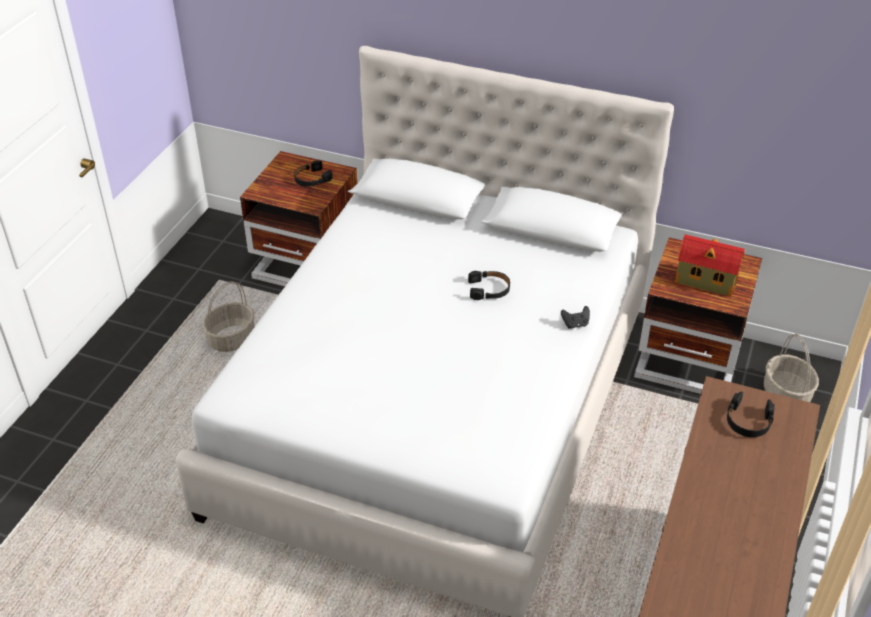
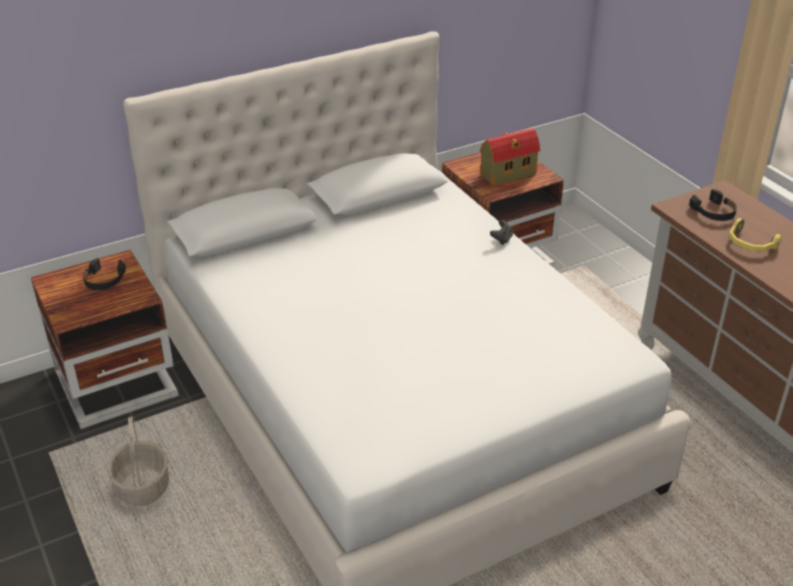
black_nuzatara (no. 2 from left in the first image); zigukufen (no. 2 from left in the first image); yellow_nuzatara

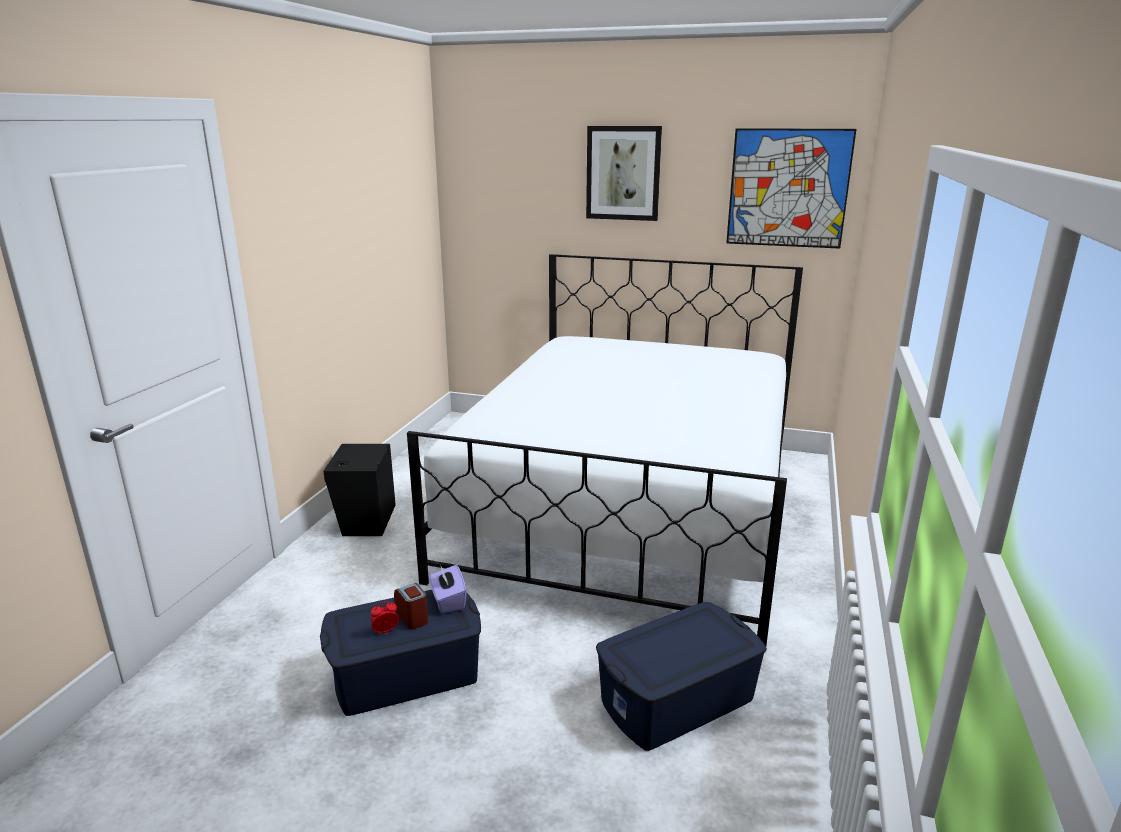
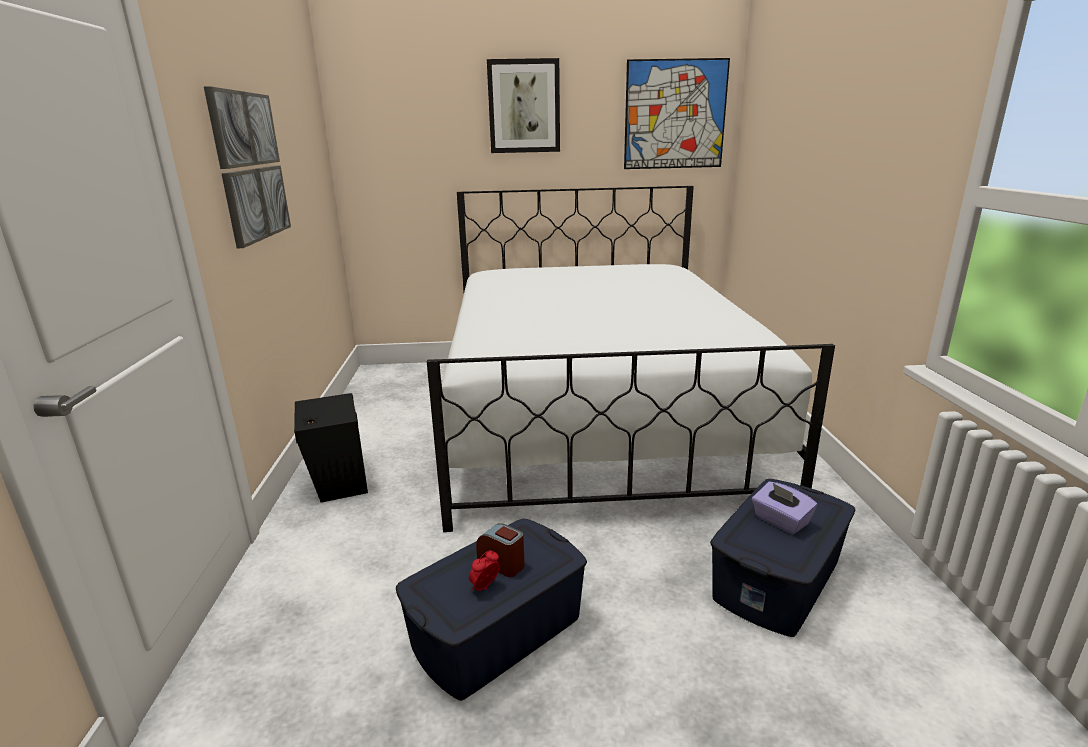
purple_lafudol; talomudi (no. 1 from left)

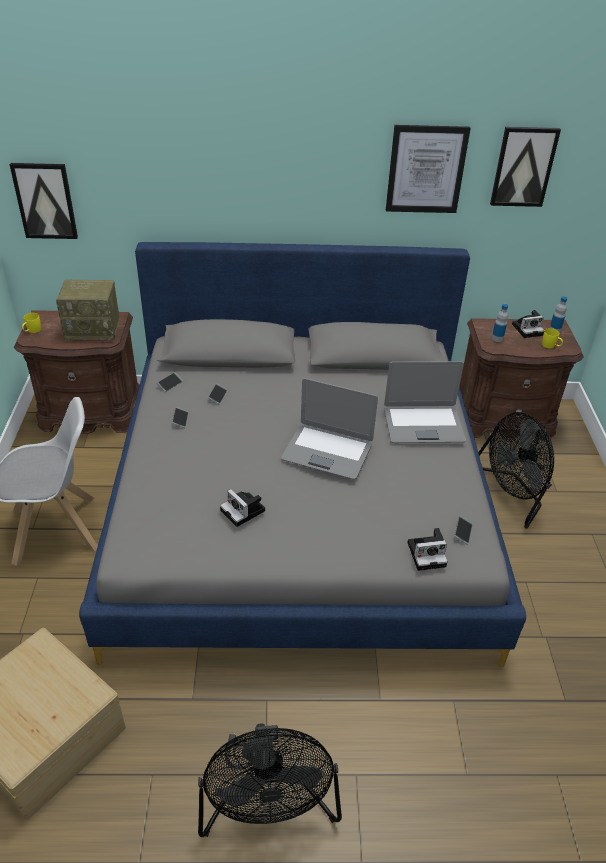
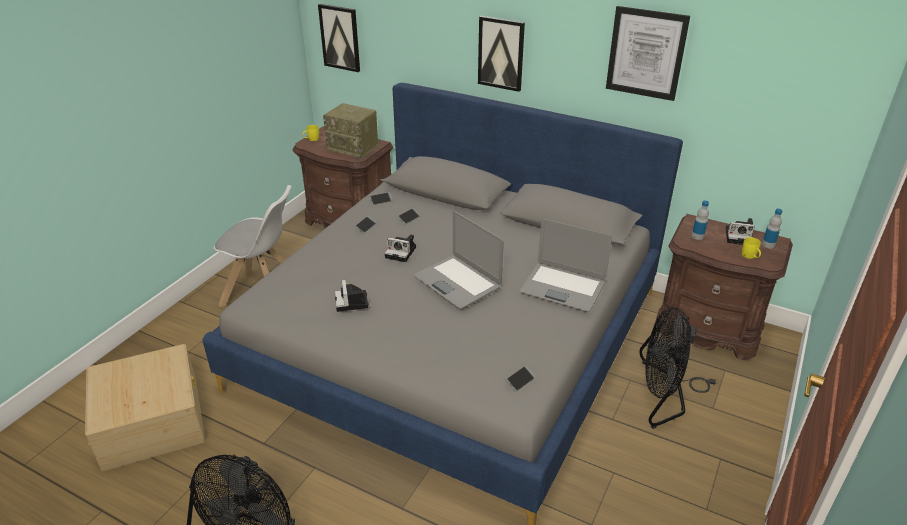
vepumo (no. 2 from left); talomudi (no. 2 from left)

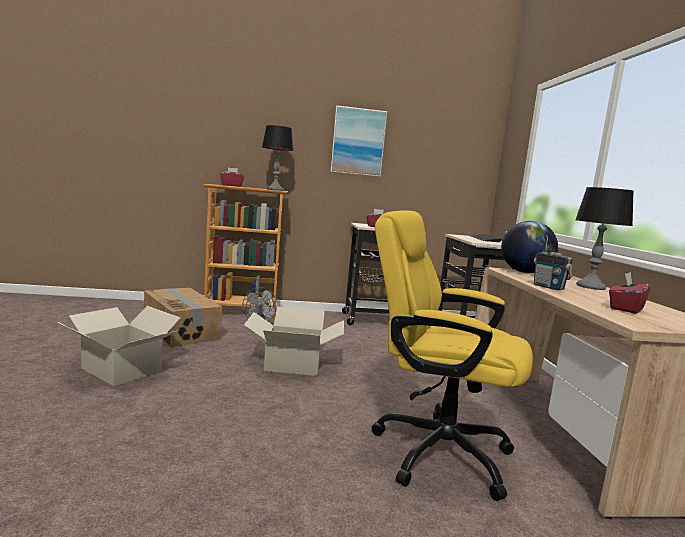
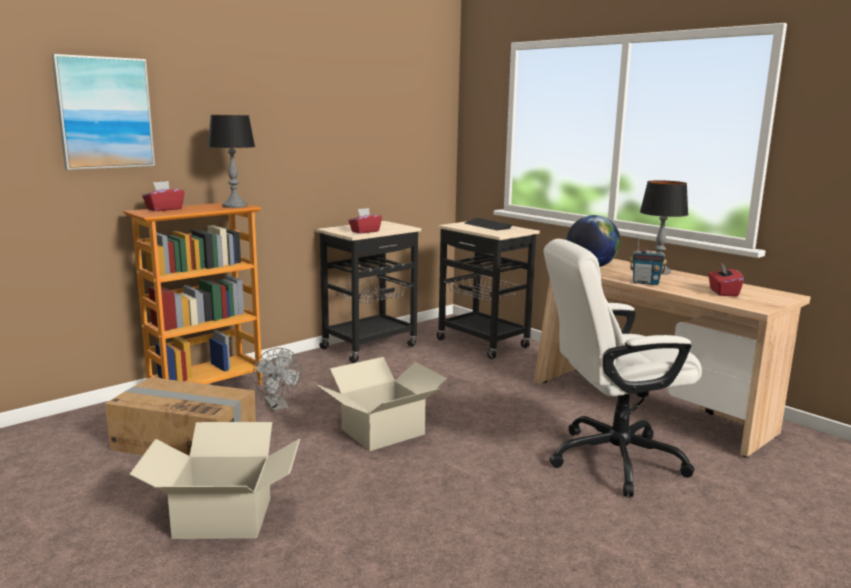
talomudi; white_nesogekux

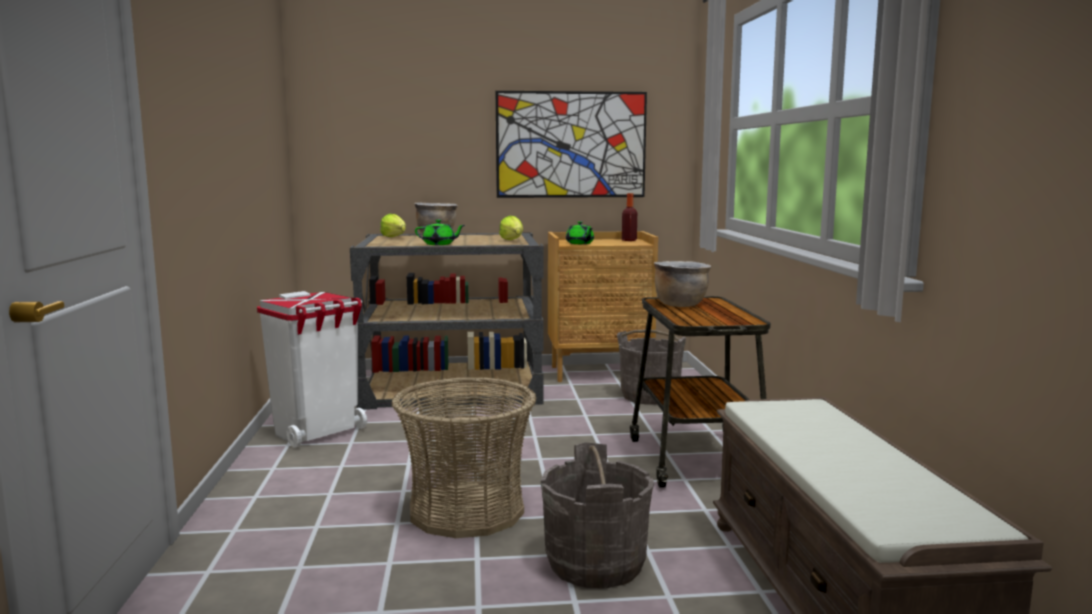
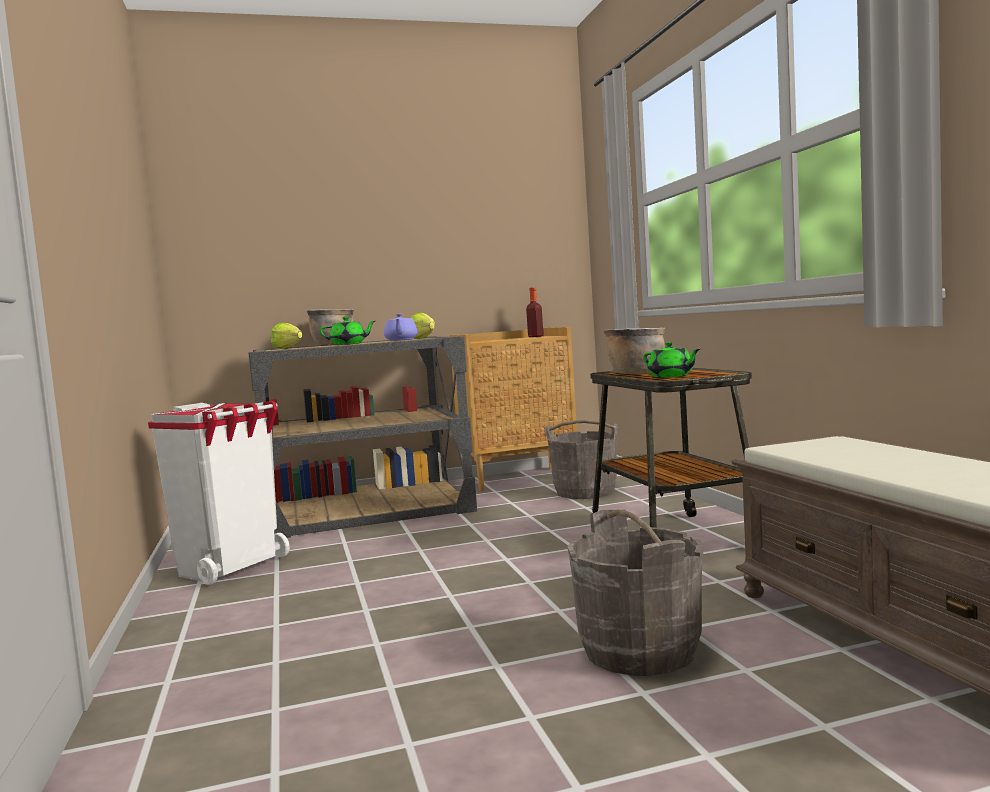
zigukufen; talomudi; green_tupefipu (no. 2 from left); purple_tupefipu

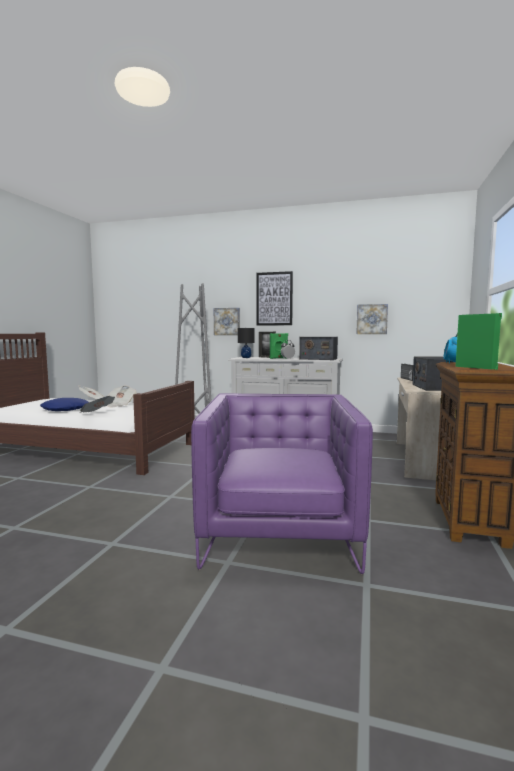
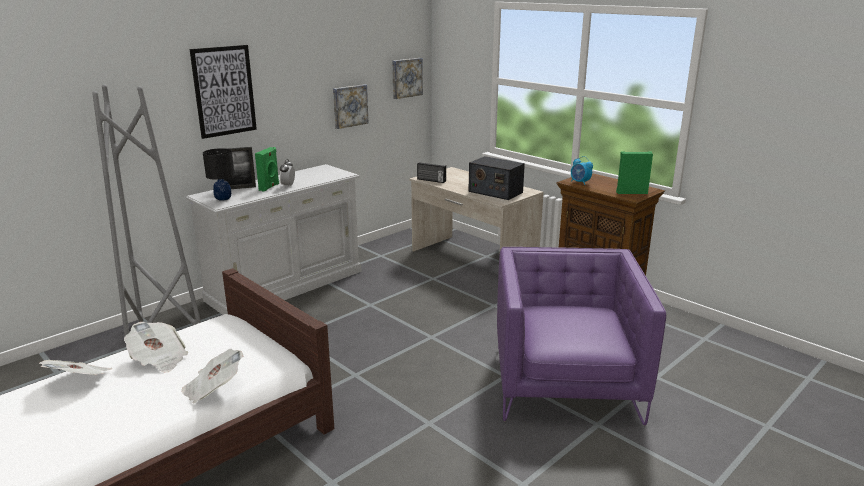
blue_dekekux; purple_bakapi; talomudi (no. 3 from left); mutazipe (no. 1 from left in the first image)

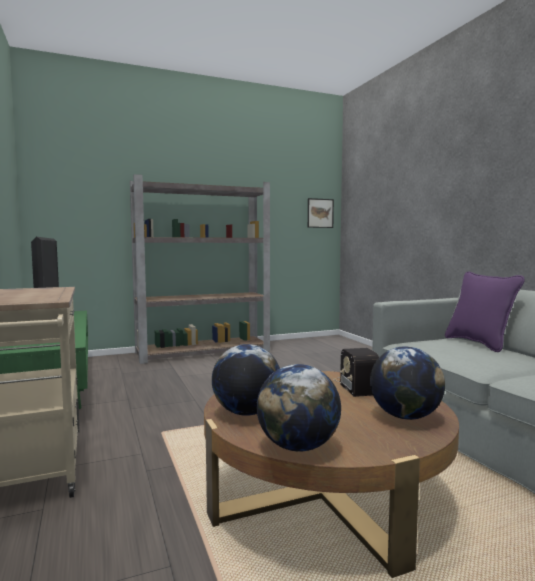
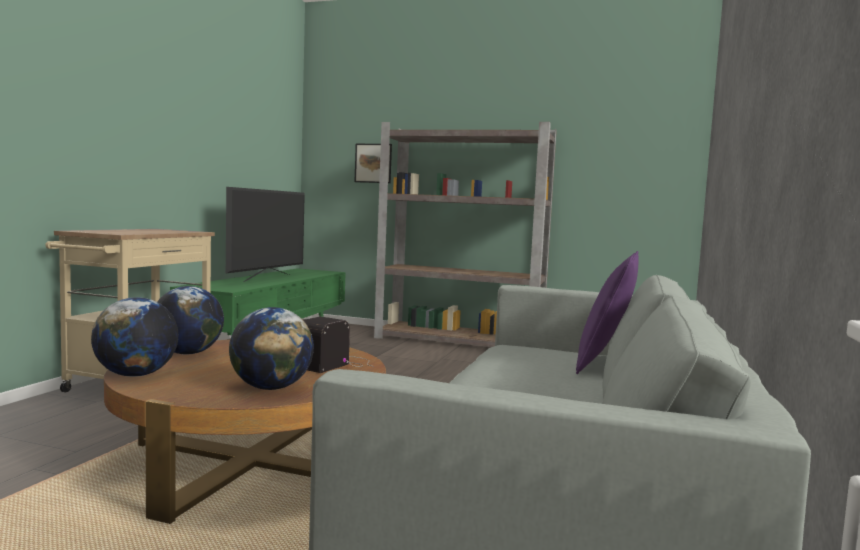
talomudi

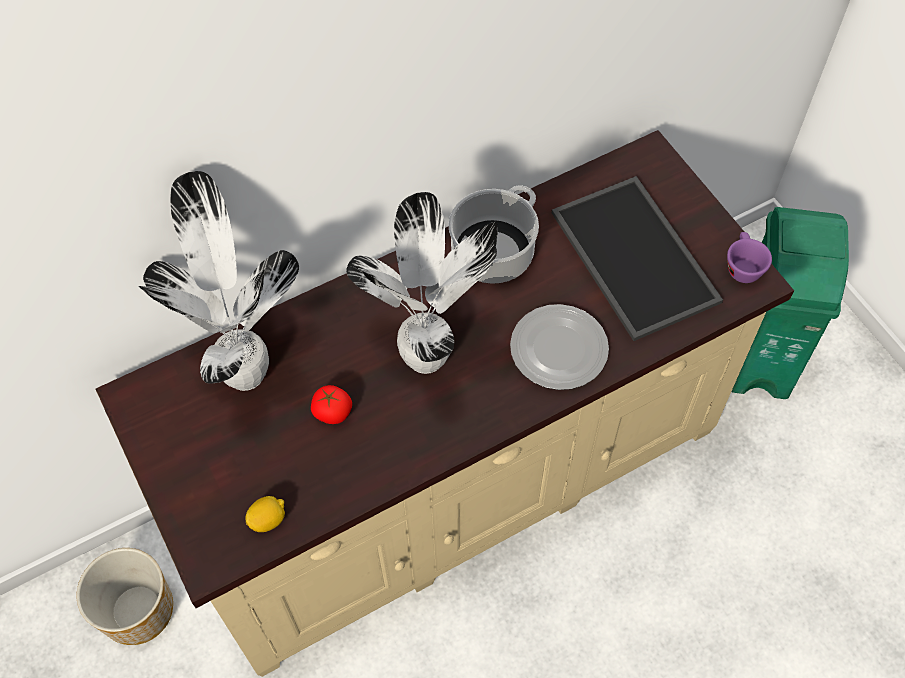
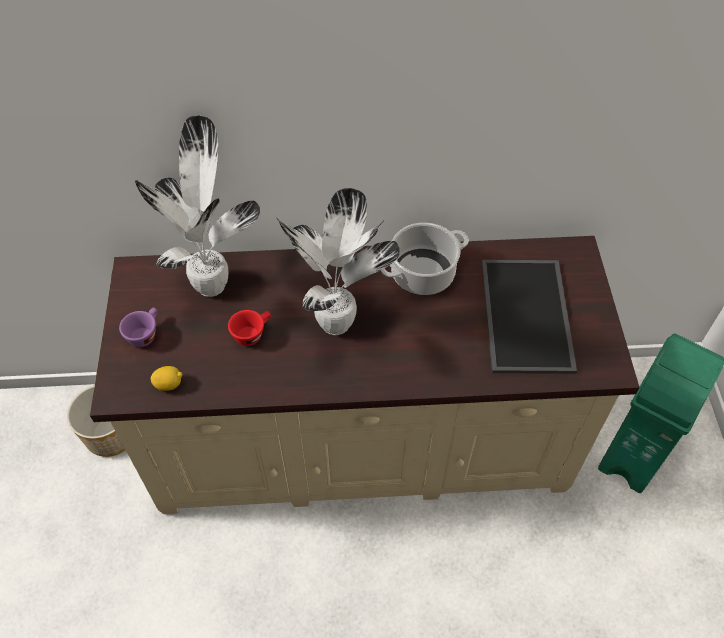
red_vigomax; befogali; purple_vigomax

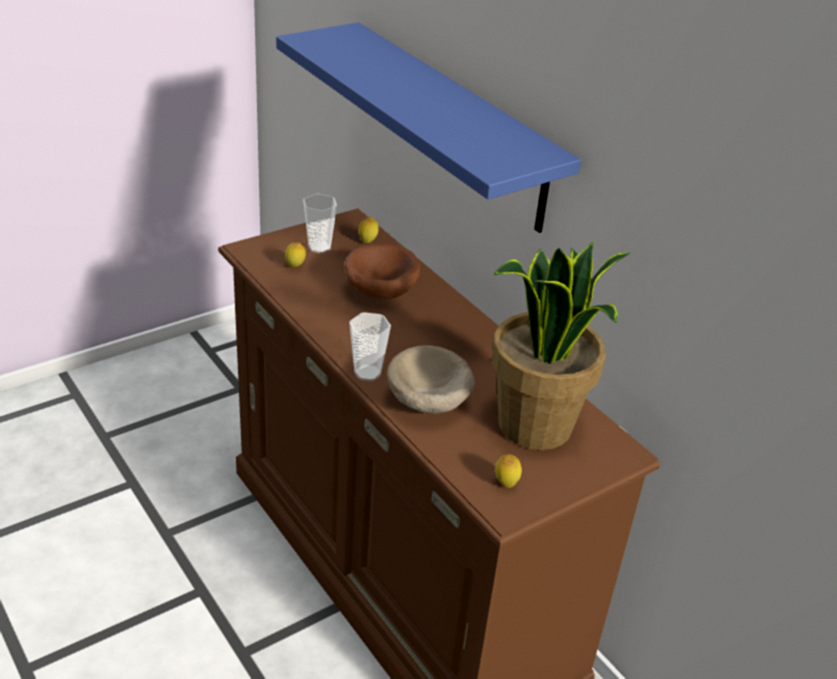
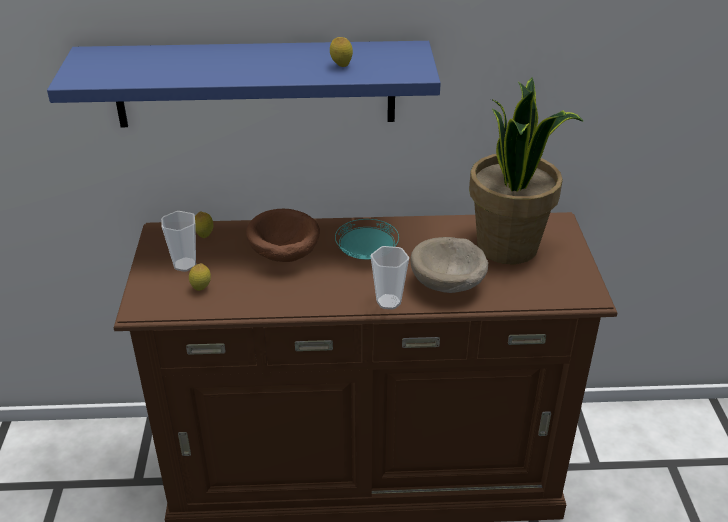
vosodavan (no. 3 from left); turquoise_befogali

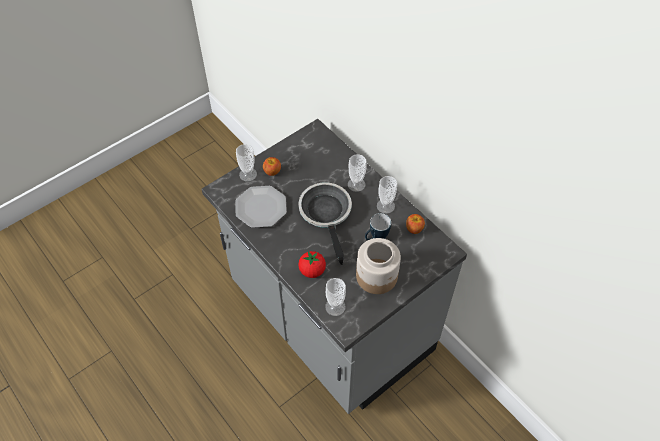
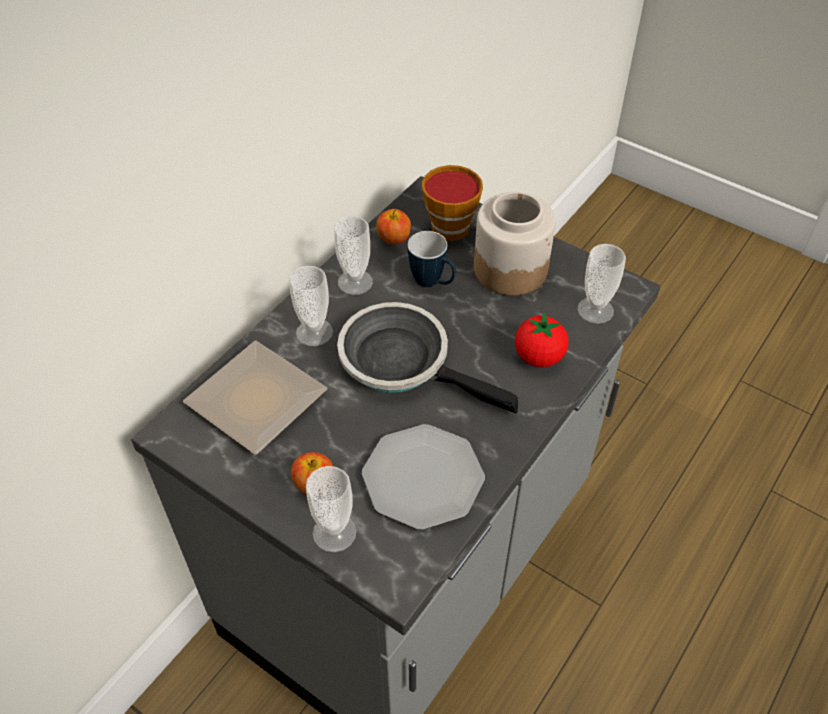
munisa; befogali (no. 1 from left); vigomax (no. 4 from left)

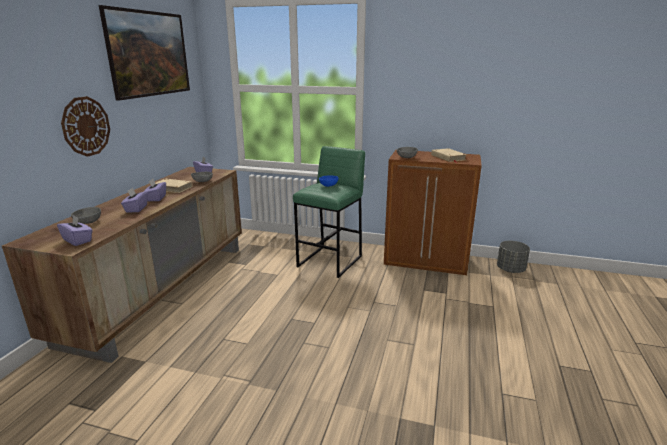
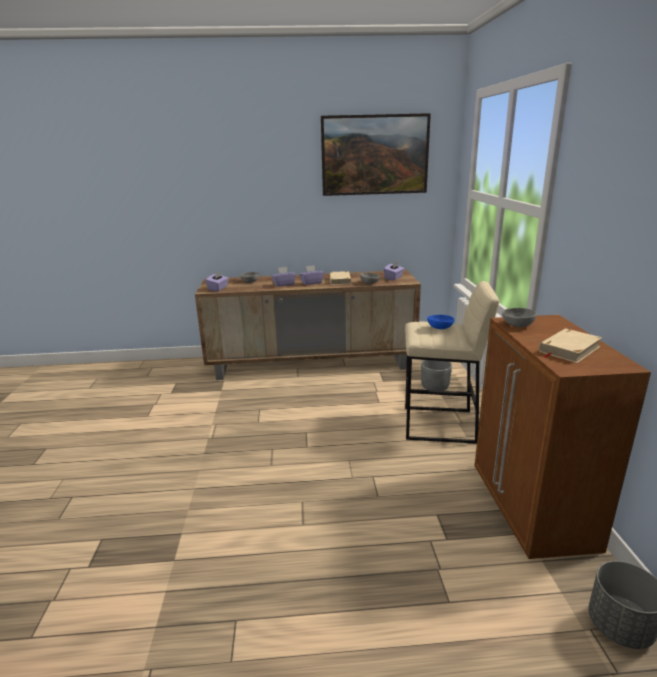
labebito; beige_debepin; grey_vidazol (no. 1 from left)

